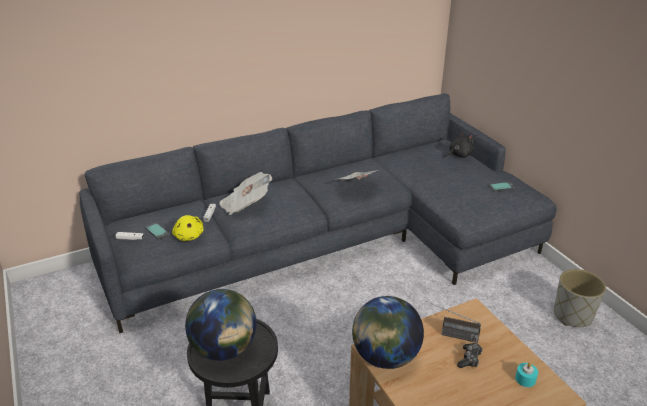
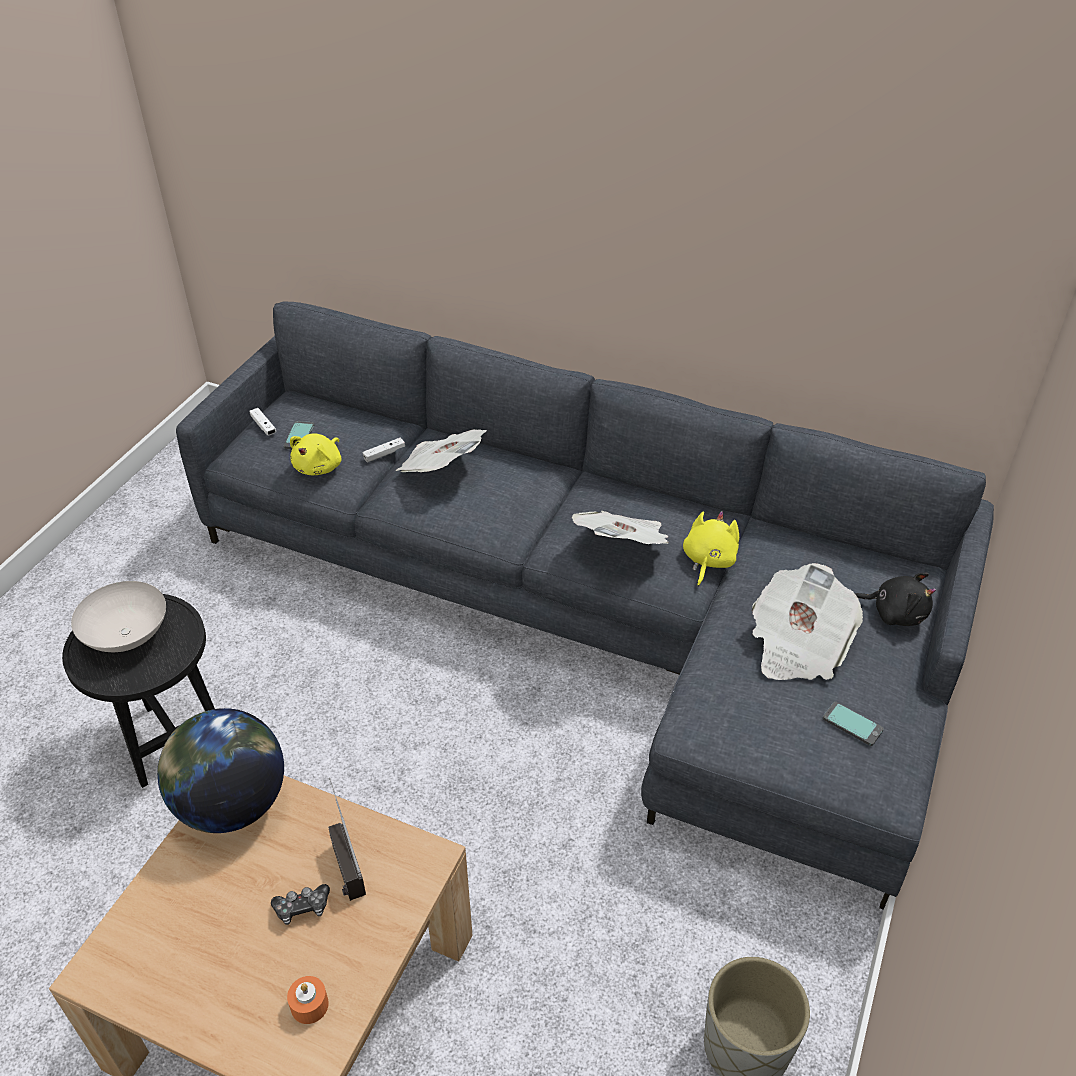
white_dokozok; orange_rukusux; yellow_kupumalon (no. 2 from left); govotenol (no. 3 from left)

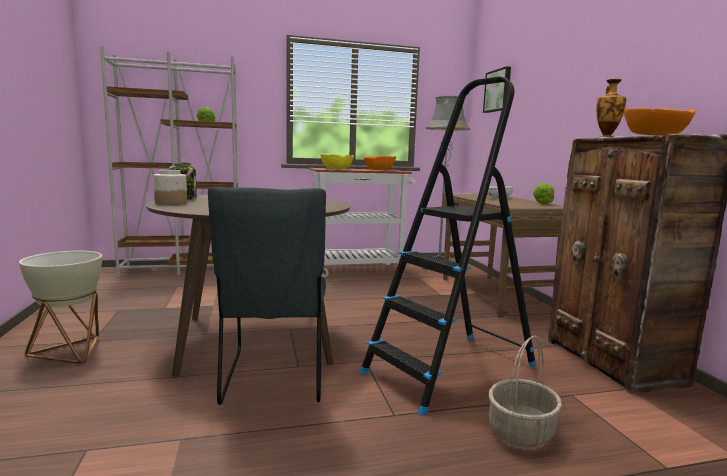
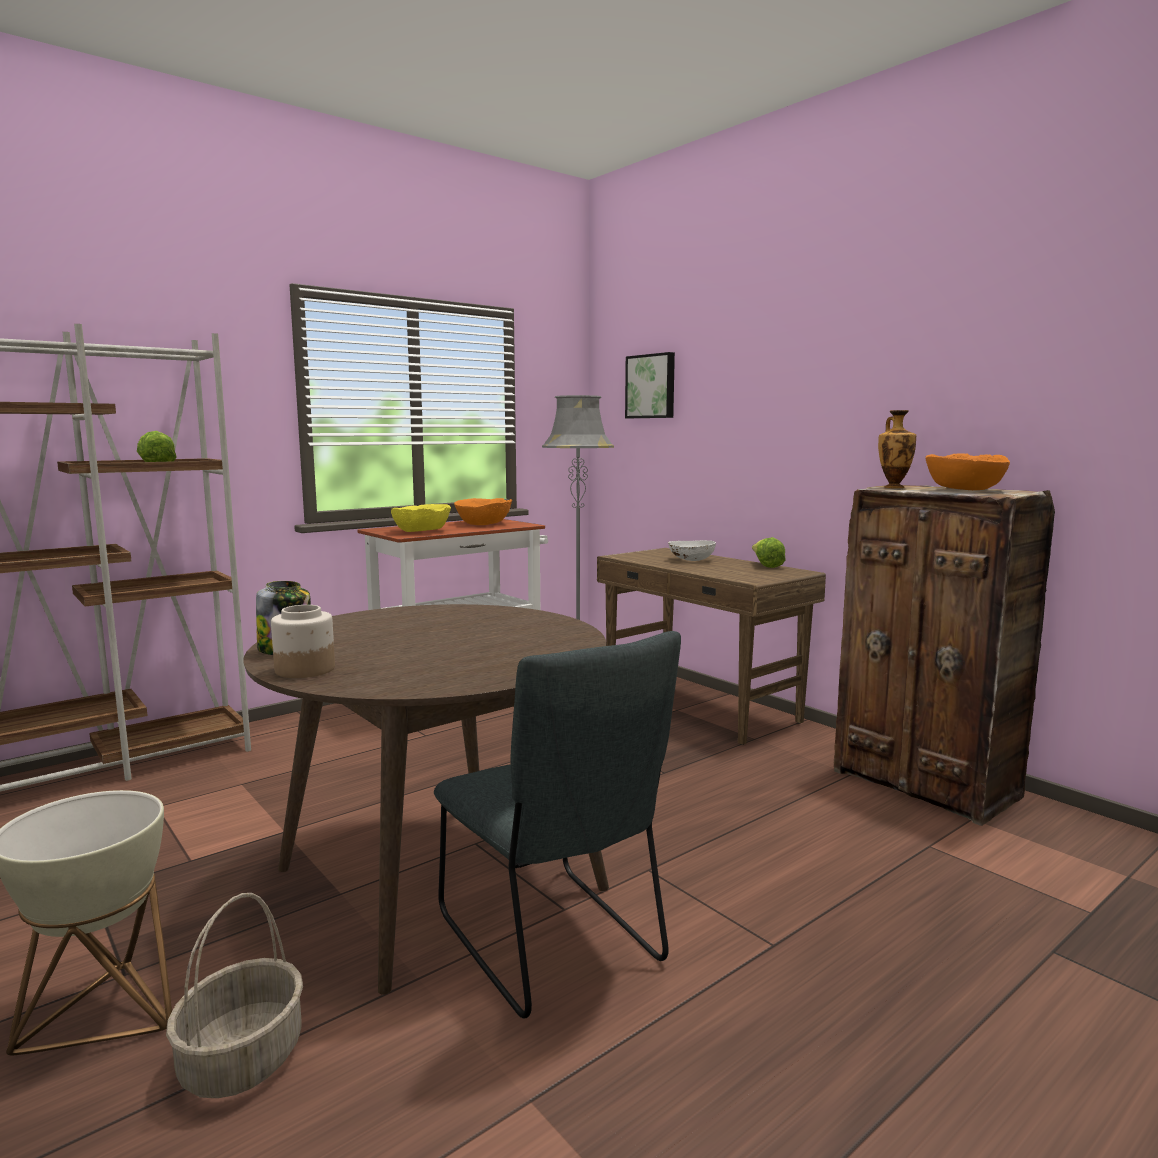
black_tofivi; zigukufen

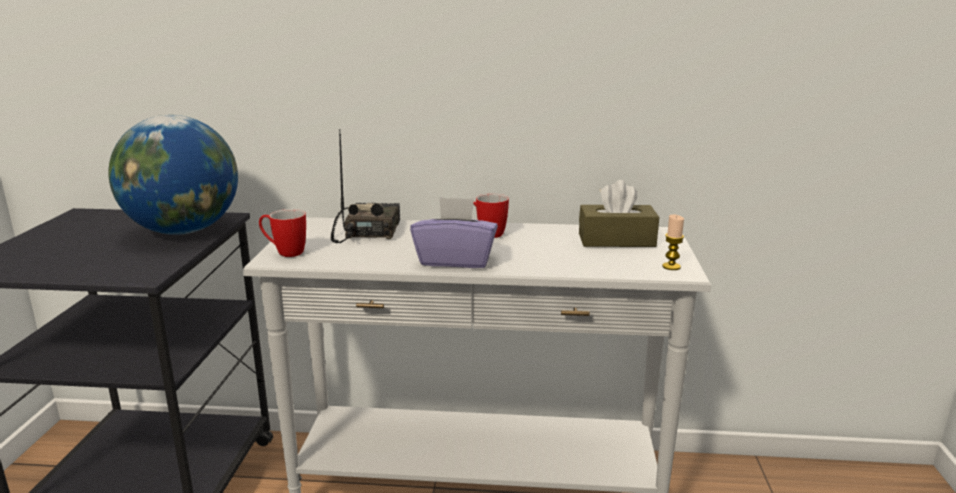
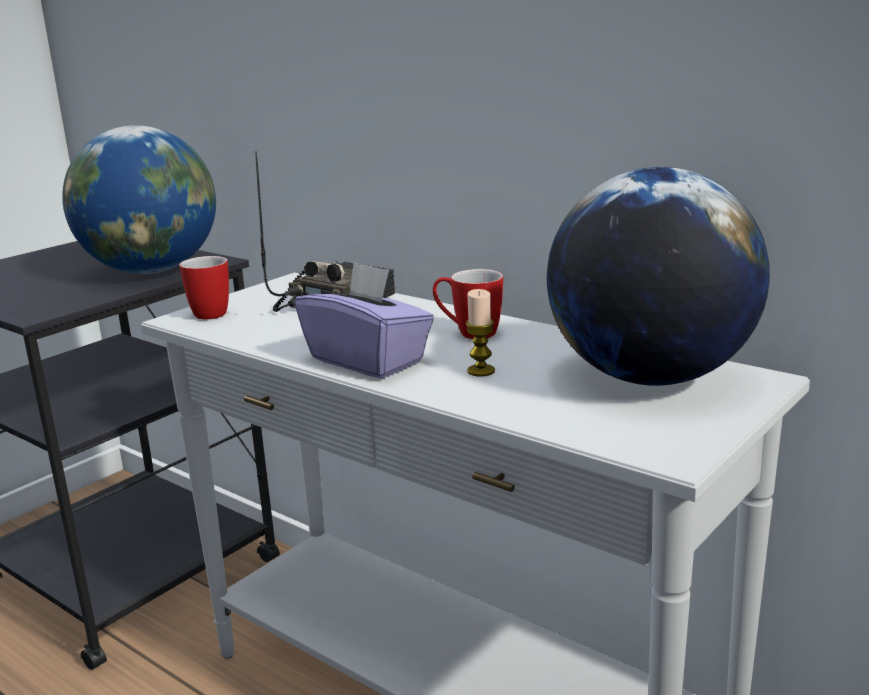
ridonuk (no. 2 from left); rukusux

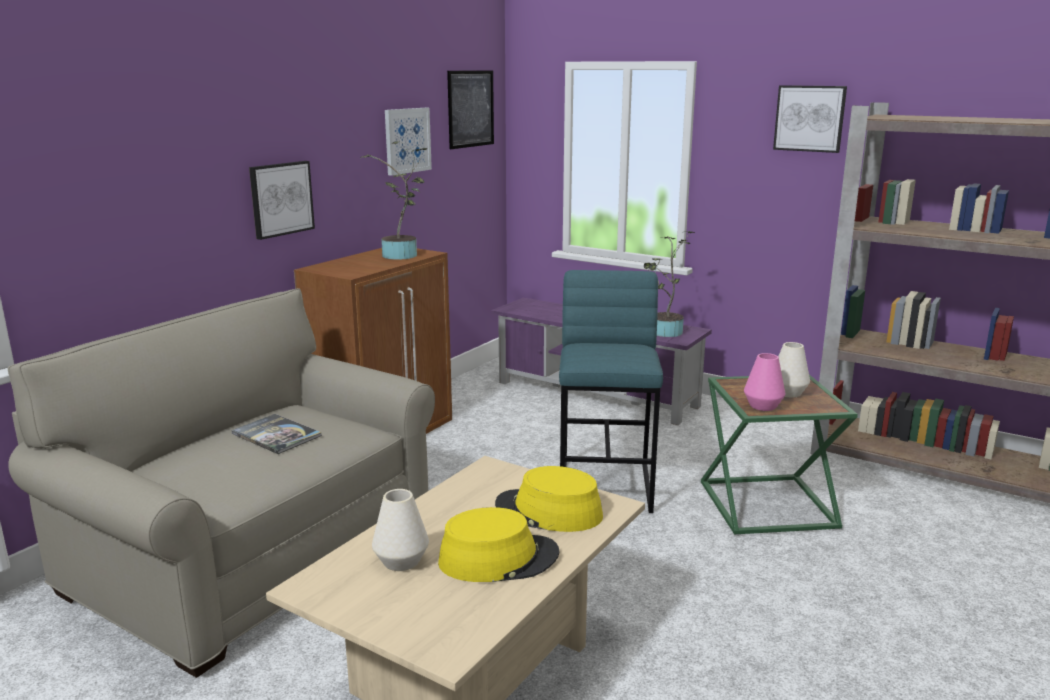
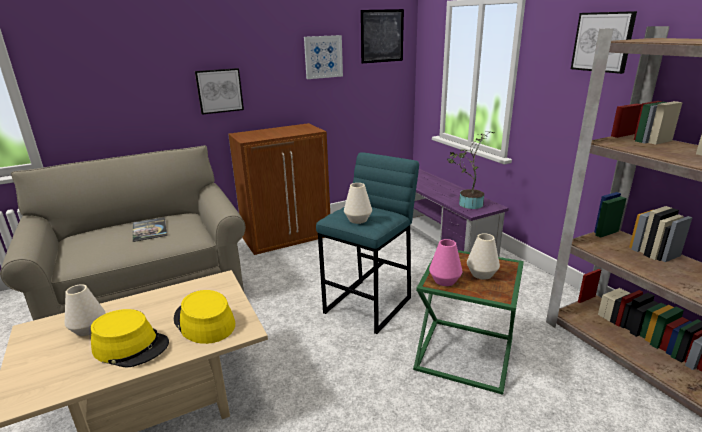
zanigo (no. 1 from left in the first image); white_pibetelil (no. 2 from left)

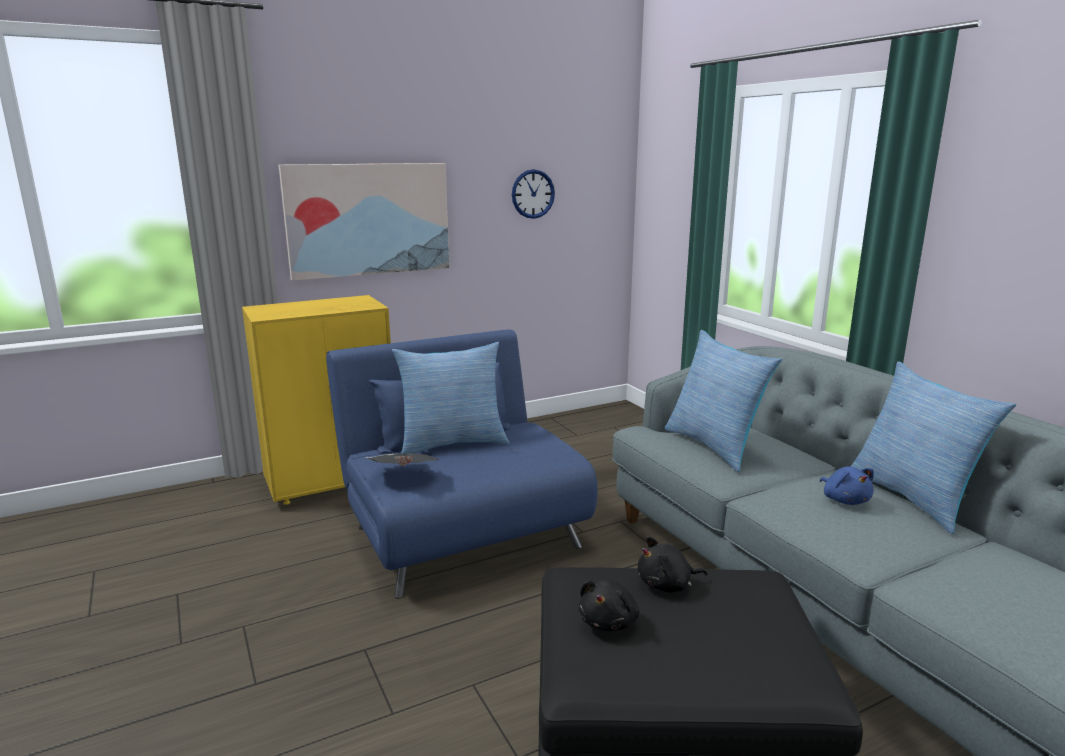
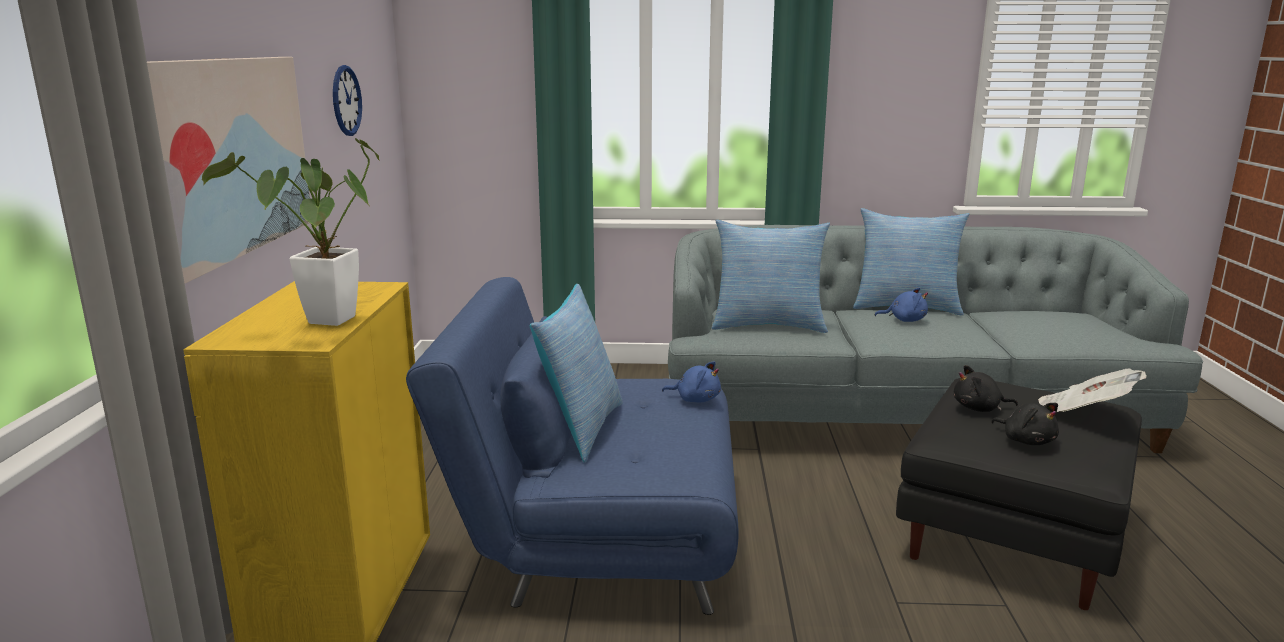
govotenol; black_kupumalon (no. 1 from left); zanigo; blue_kupumalon (no. 1 from left)

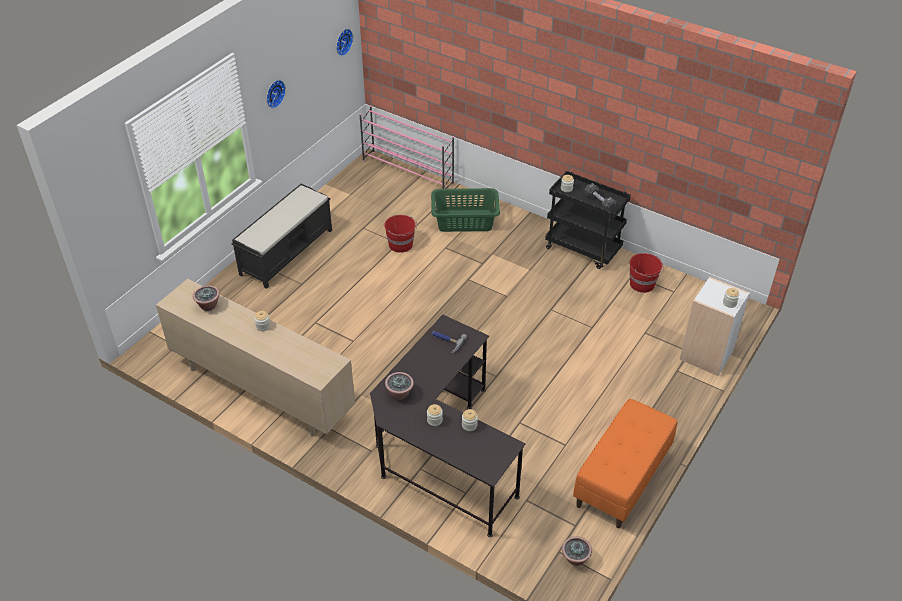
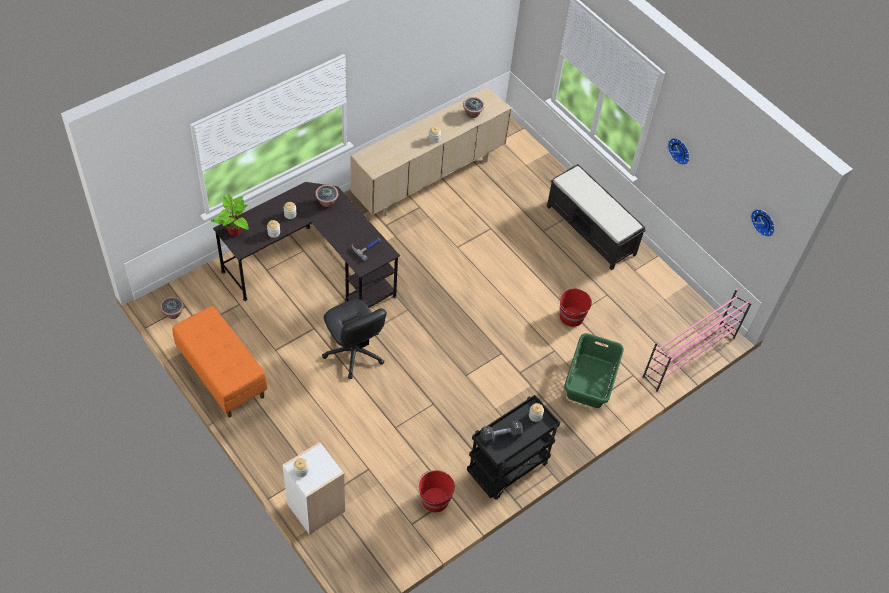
zanigo (no. 2 from left); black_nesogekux

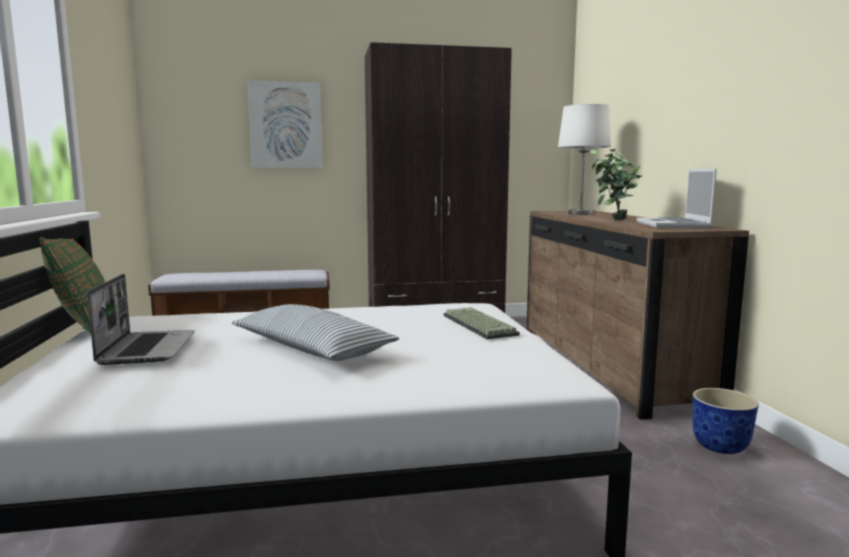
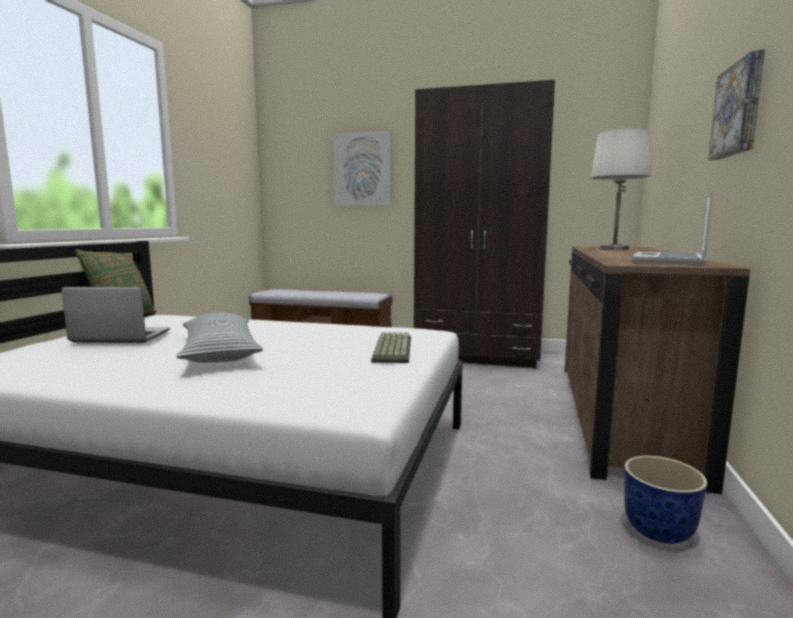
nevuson (no. 1 from left); zanigo; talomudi (no. 2 from left)

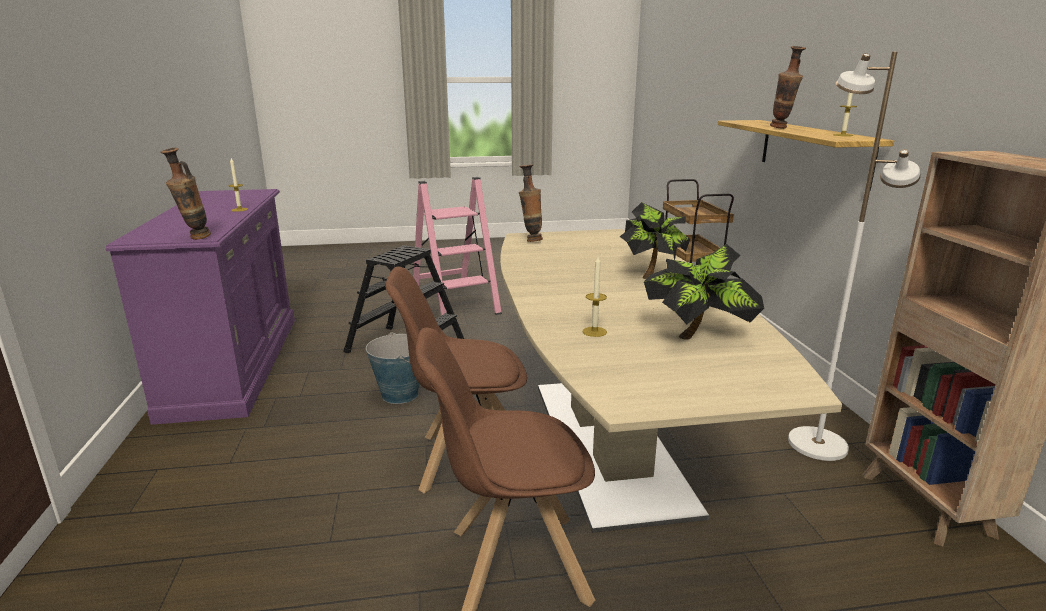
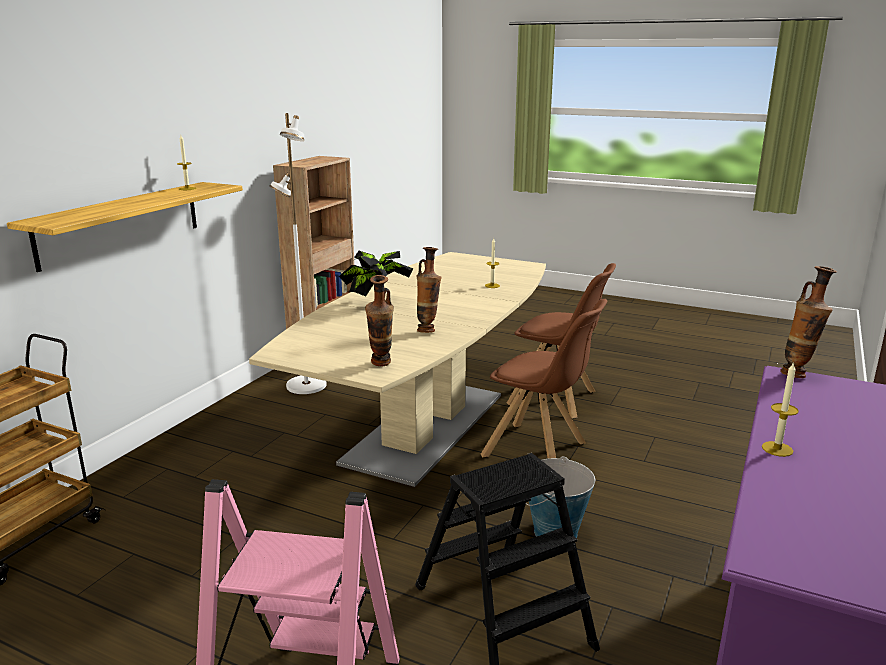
zanigo (no. 2 from left in the first image); pibetelil (no. 2 from left)

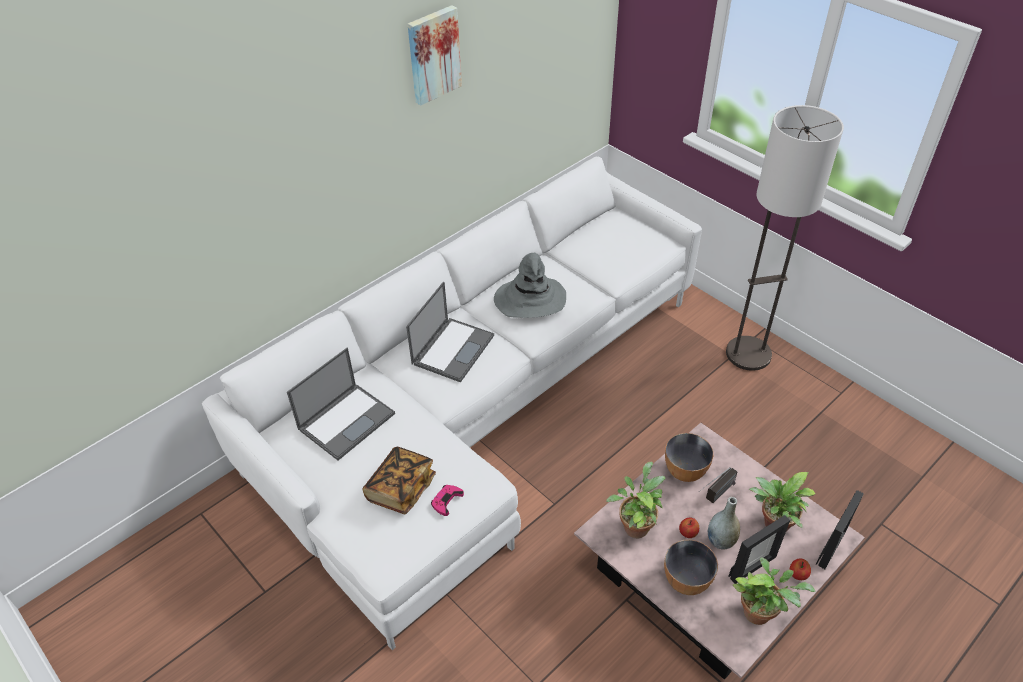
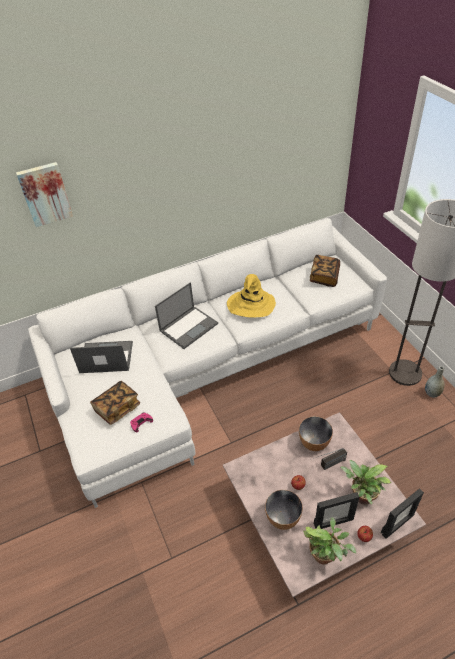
nevuson (no. 1 from left); talomudi; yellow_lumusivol; zanigo (no. 1 from left in the first image); grey_pibetelil; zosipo (no. 2 from left)

